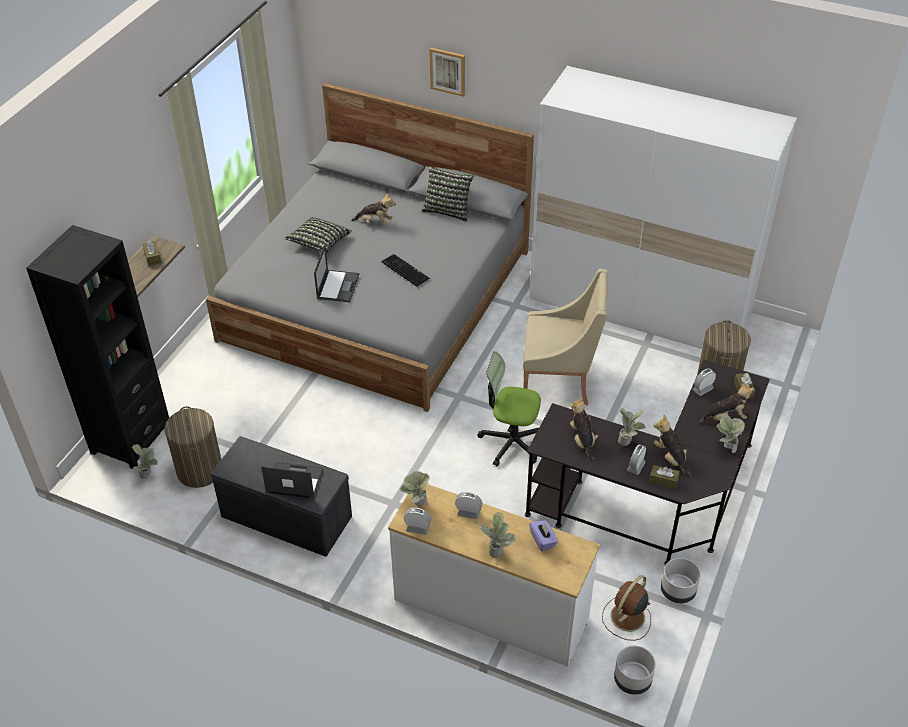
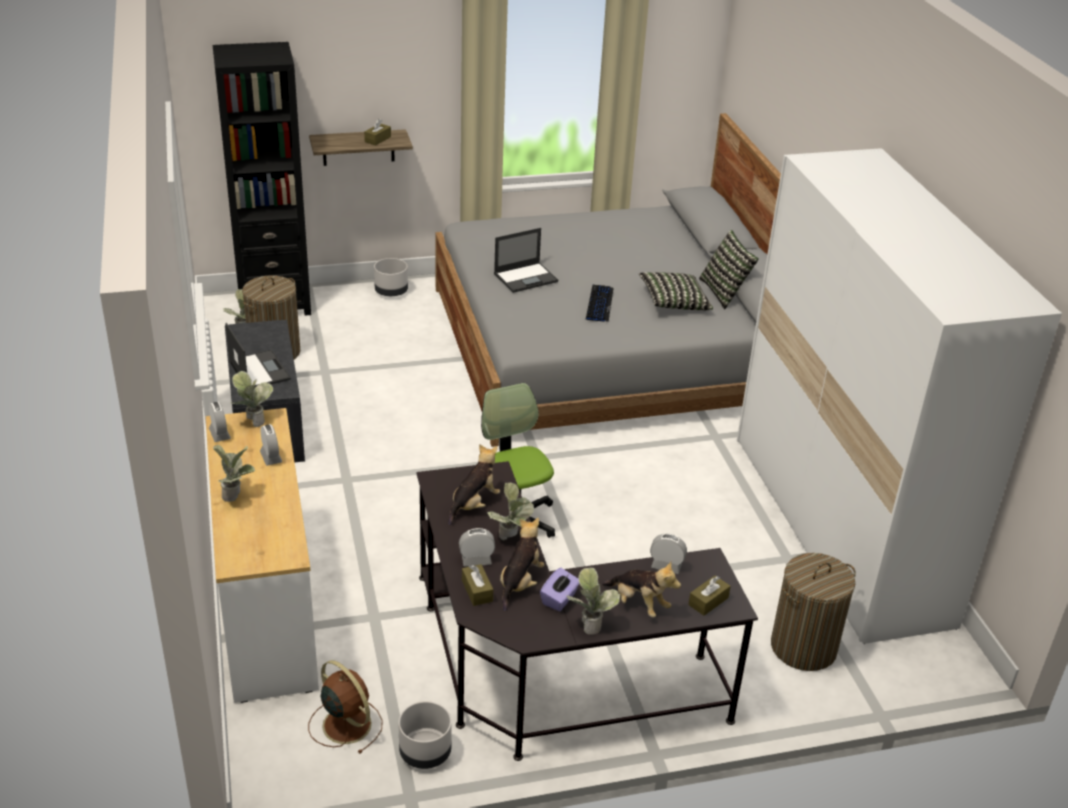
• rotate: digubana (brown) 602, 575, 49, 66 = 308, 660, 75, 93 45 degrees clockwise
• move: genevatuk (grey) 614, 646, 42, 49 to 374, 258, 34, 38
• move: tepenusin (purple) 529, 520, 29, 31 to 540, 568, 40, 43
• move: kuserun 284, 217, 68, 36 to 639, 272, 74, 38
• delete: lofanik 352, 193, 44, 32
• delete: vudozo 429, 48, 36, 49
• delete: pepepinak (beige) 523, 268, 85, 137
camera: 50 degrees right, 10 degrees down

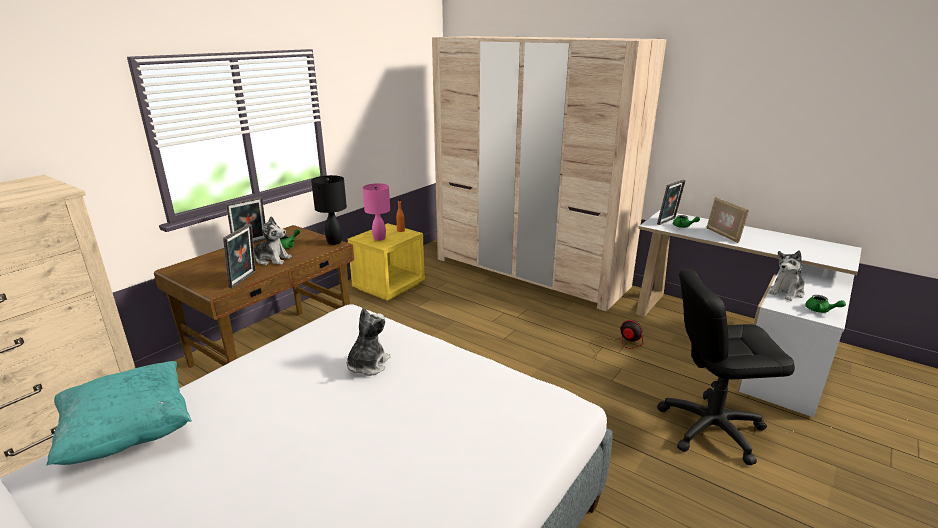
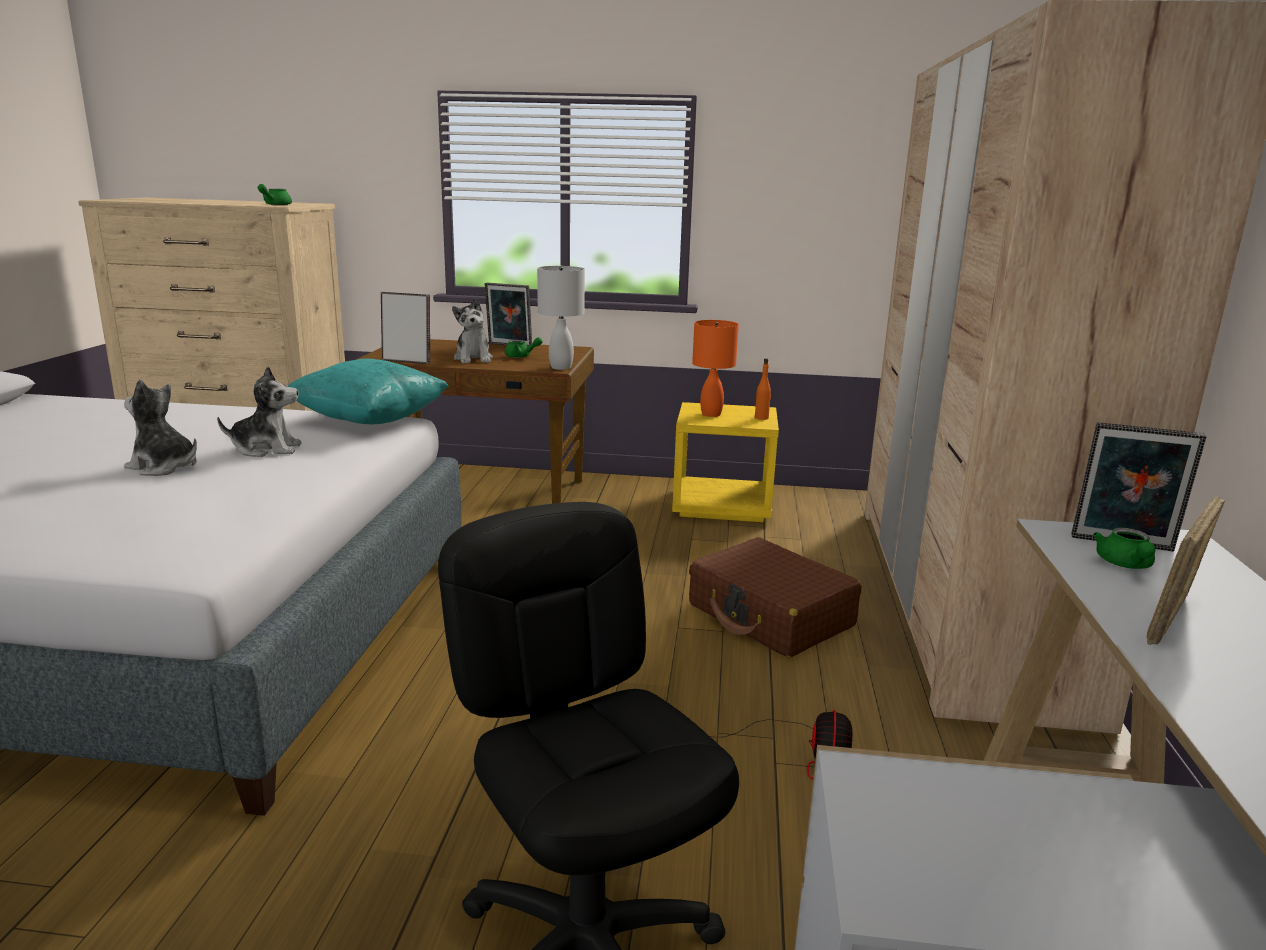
• move: lofanik 769, 250, 36, 51 to 124, 379, 73, 97
• move: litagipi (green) 805, 295, 41, 18 to 258, 184, 34, 21
• move: kuserun (turquoise) 46, 361, 146, 104 to 288, 359, 161, 65
• rotate: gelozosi 223, 224, 33, 65 = 381, 292, 49, 72 150 degrees counterclockwise
• recolor: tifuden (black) 311, 175, 36, 70 to tifuden (white) 537, 266, 48, 104
• insert: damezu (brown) 689, 537, 173, 121
• recolor: tifuden (pink) 362, 183, 28, 58 to tifuden (orange) 692, 320, 47, 97
camera: 60 degrees right, 5 degrees down

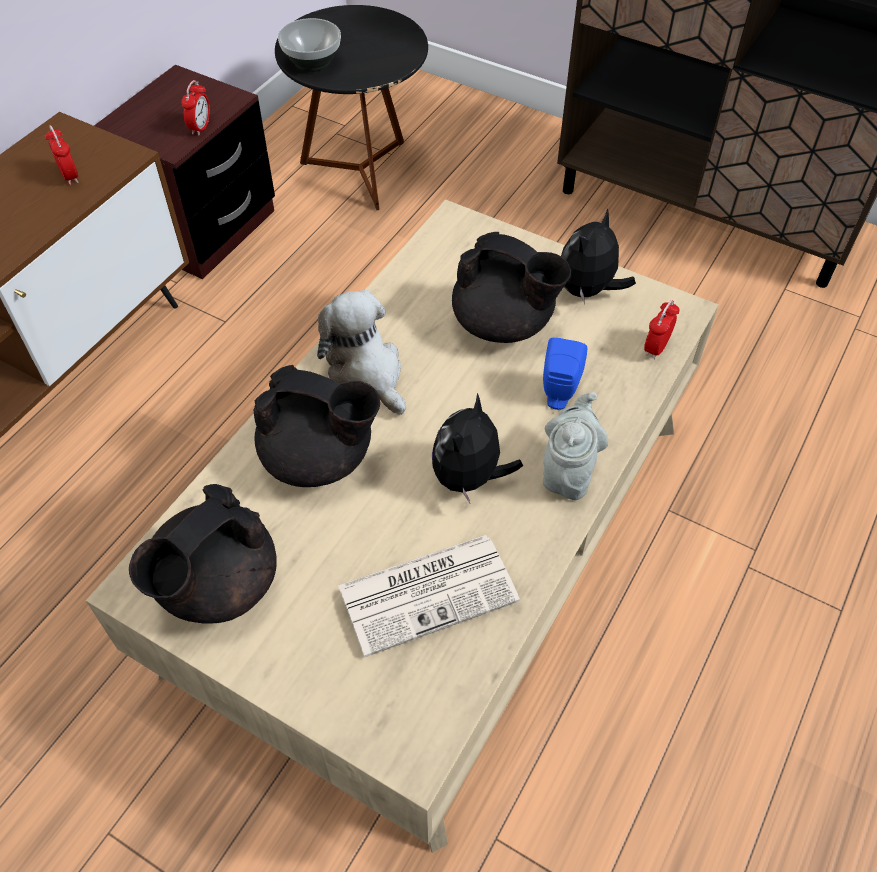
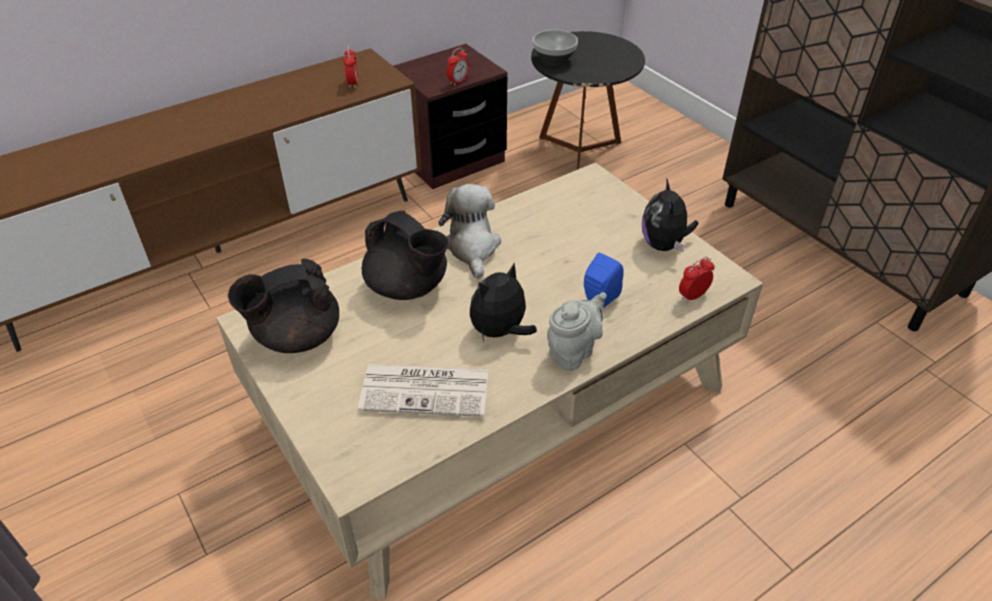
• rotate: lofanik 561, 208, 75, 94 = 642, 178, 56, 74 60 degrees counterclockwise
• delete: litagipi (black) 452, 232, 119, 111
camera: 25 degrees right, 10 degrees down

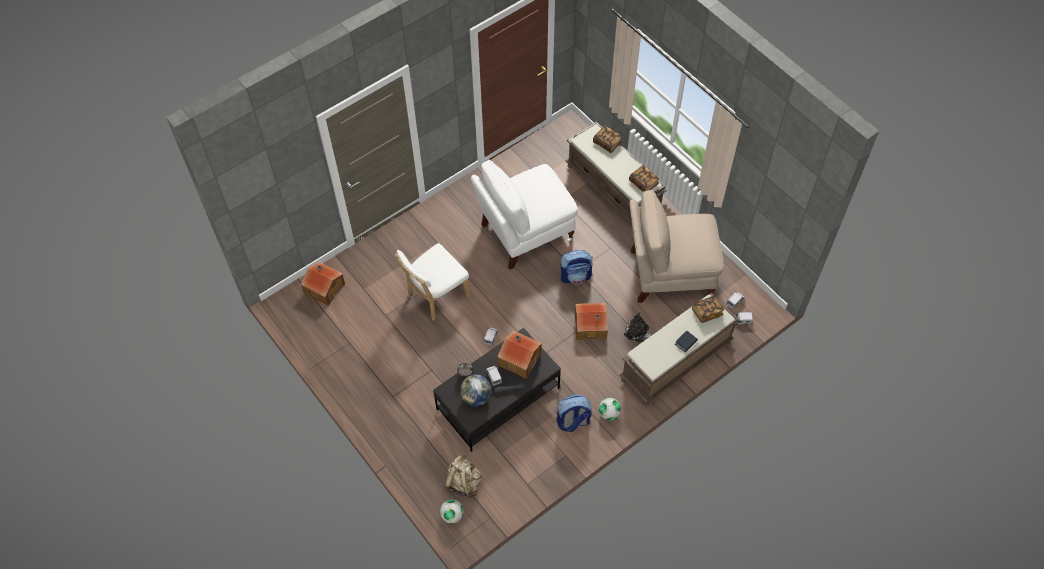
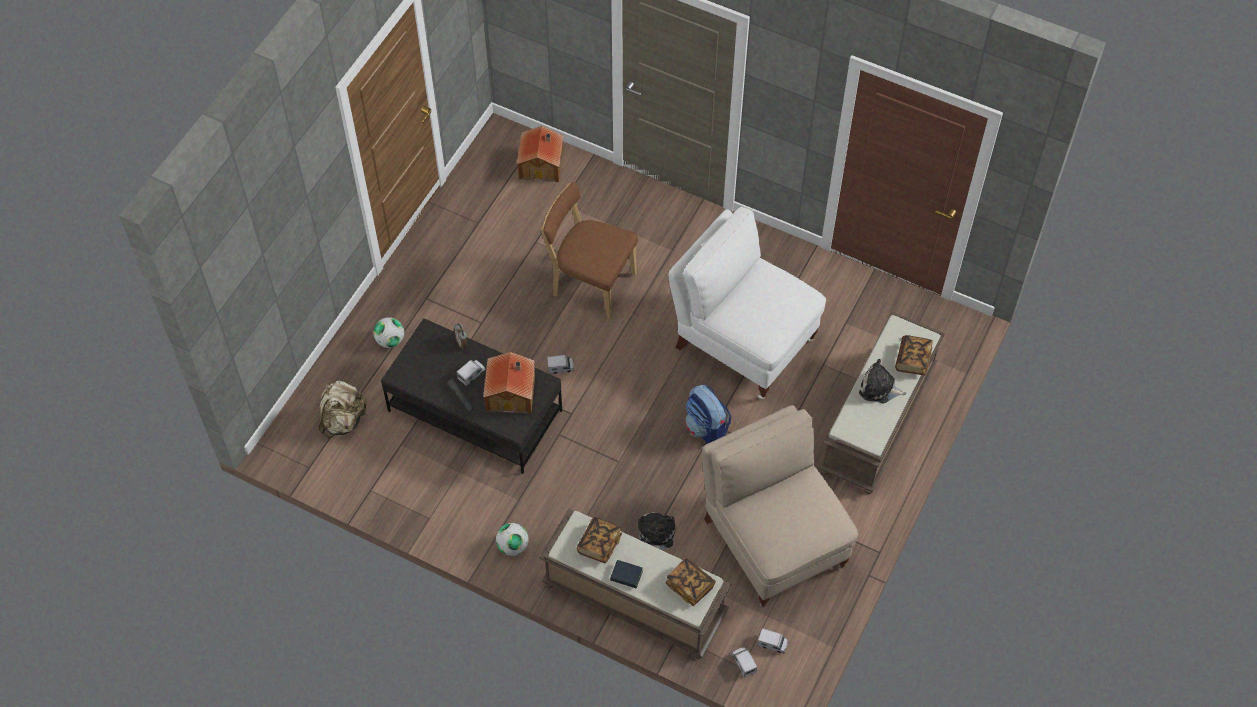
• move: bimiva 440, 499, 24, 25 to 374, 317, 30, 31
• recolor: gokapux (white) 395, 243, 75, 78 to gokapux (brown) 540, 182, 98, 137
• move: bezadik 629, 165, 30, 27 to 577, 517, 45, 46
• insert: lofanik 859, 359, 47, 45
• delete: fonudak 460, 375, 32, 32
• delete: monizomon 556, 395, 36, 37
• delete: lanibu 575, 303, 33, 37
camera: 65 degrees right, 0 degrees up

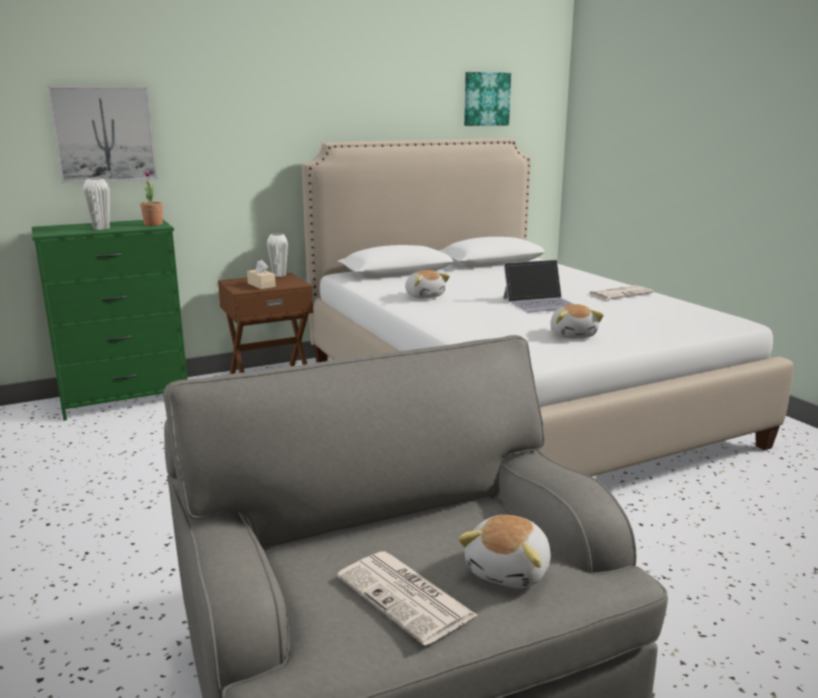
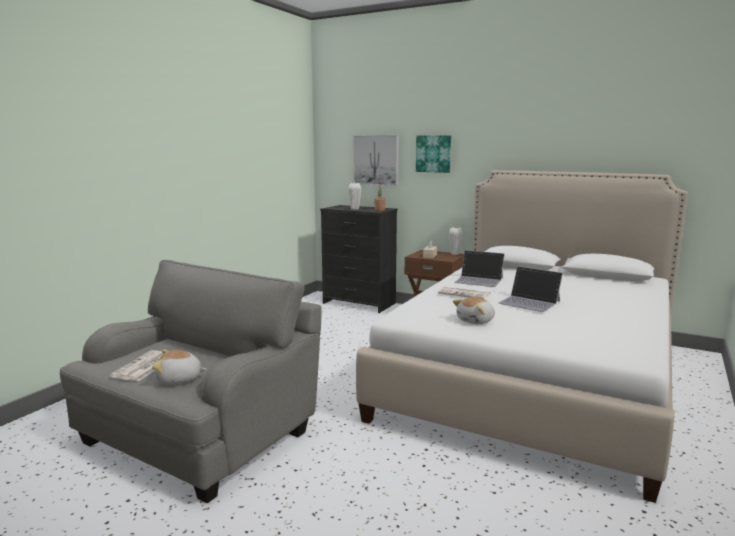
• recolor: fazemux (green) 32, 220, 156, 201 to fazemux (black) 320, 205, 78, 108
• move: vudozo 464, 72, 47, 54 to 416, 135, 35, 38
• move: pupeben 589, 285, 64, 15 to 438, 286, 52, 13
• replace: lofanik 405, 270, 45, 28 to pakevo 454, 250, 50, 37
camera: 55 degrees right, 5 degrees down

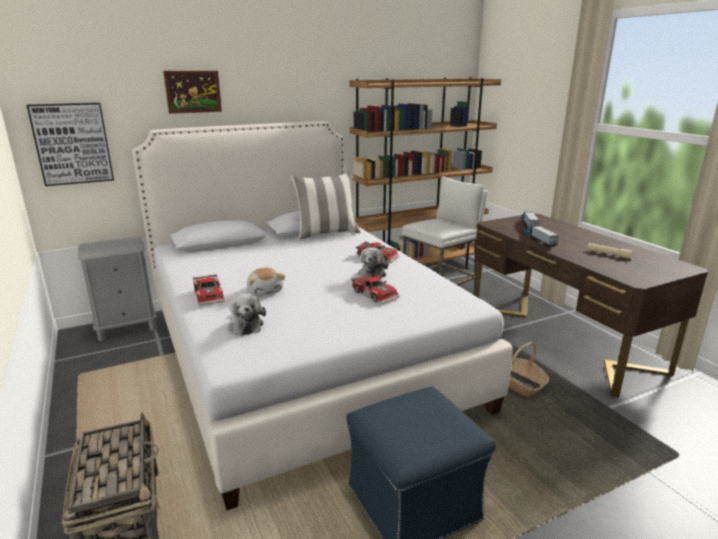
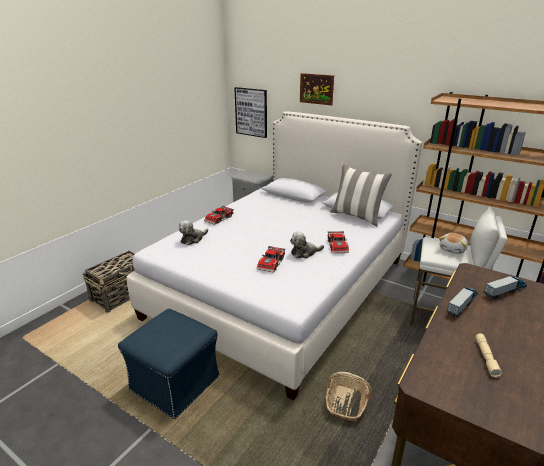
• move: lofanik 247, 268, 38, 28 to 439, 233, 29, 21
camera: 60 degrees right, 5 degrees up

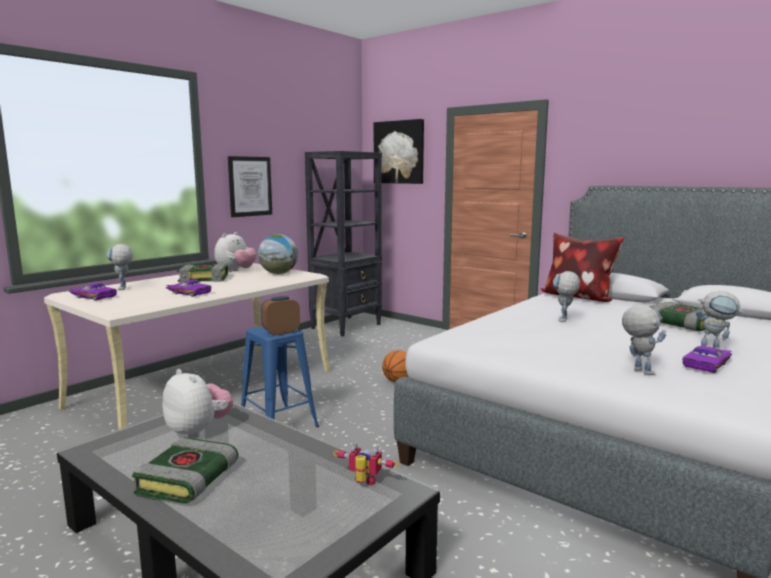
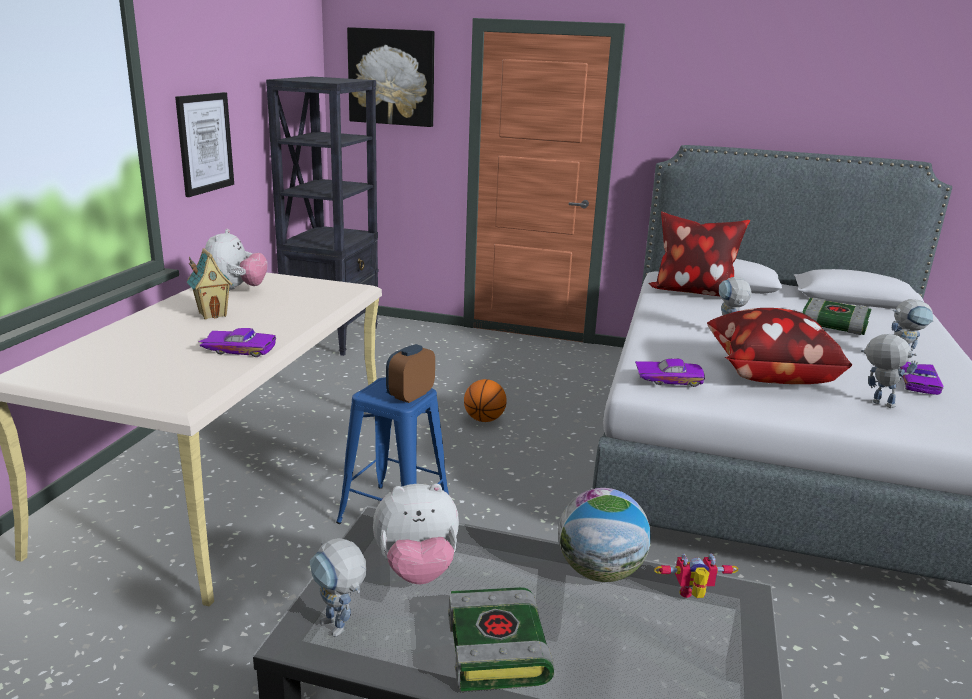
• replace: bezadik 177, 264, 51, 18 to lanibu 187, 248, 46, 71
• move: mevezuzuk 107, 244, 26, 46 to 309, 538, 57, 99
• rotate: lofanik 162, 369, 71, 70 = 373, 484, 86, 100 150 degrees clockwise
• move: fonudak 258, 234, 40, 40 to 558, 488, 93, 94
• move: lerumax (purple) 69, 283, 48, 18 to 635, 358, 70, 29
• insert: kuserun 707, 308, 145, 76
camera: 25 degrees left, 10 degrees up

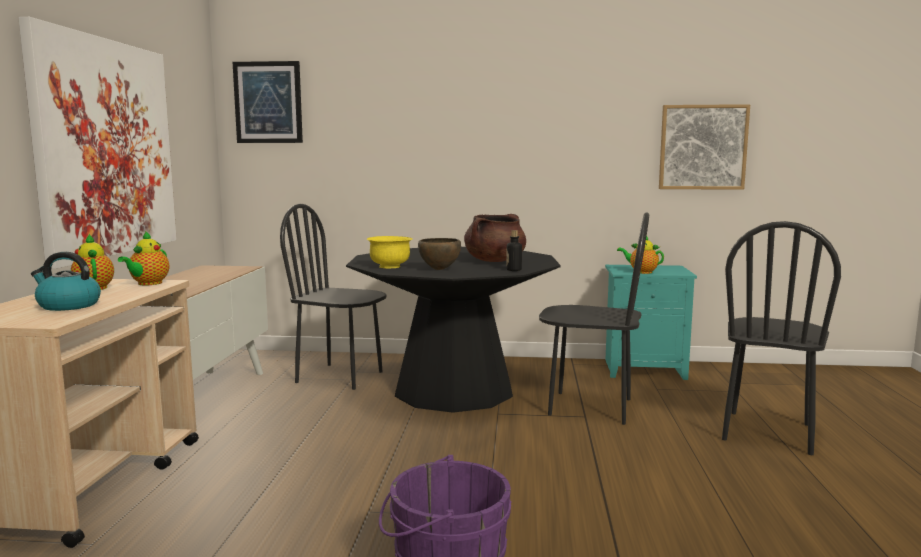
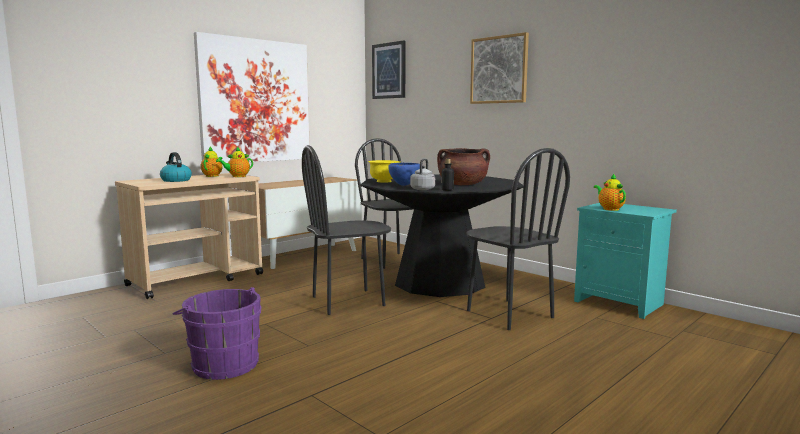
• move: gokapux (black) 722, 221, 119, 234 to 302, 145, 89, 170
• recolor: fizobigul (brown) 418, 238, 43, 32 to fizobigul (blue) 388, 163, 32, 23
• insert: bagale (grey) 410, 158, 25, 32
• move: vudozo 659, 104, 91, 86 to 470, 32, 59, 72
camera: 40 degrees right, 0 degrees up

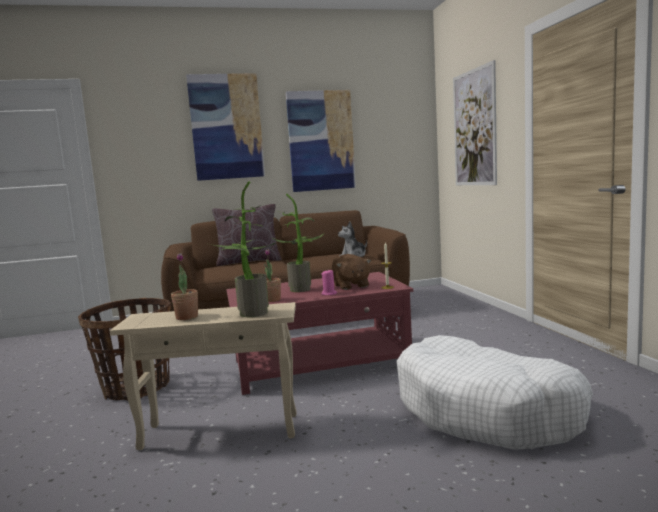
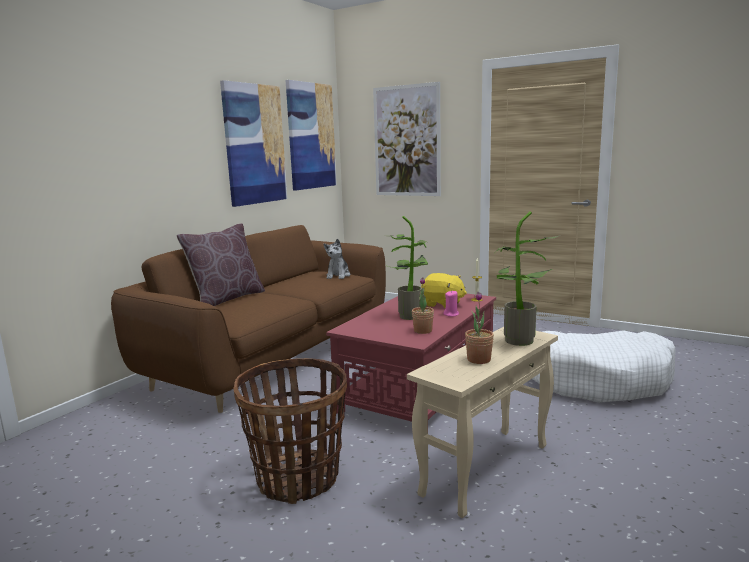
• move: vudozo 186, 73, 79, 108 to 286, 80, 51, 111
• recolor: lofanik (brown) 332, 254, 40, 36 to lofanik (yellow) 421, 273, 46, 35
camera: 45 degrees left, 5 degrees up

